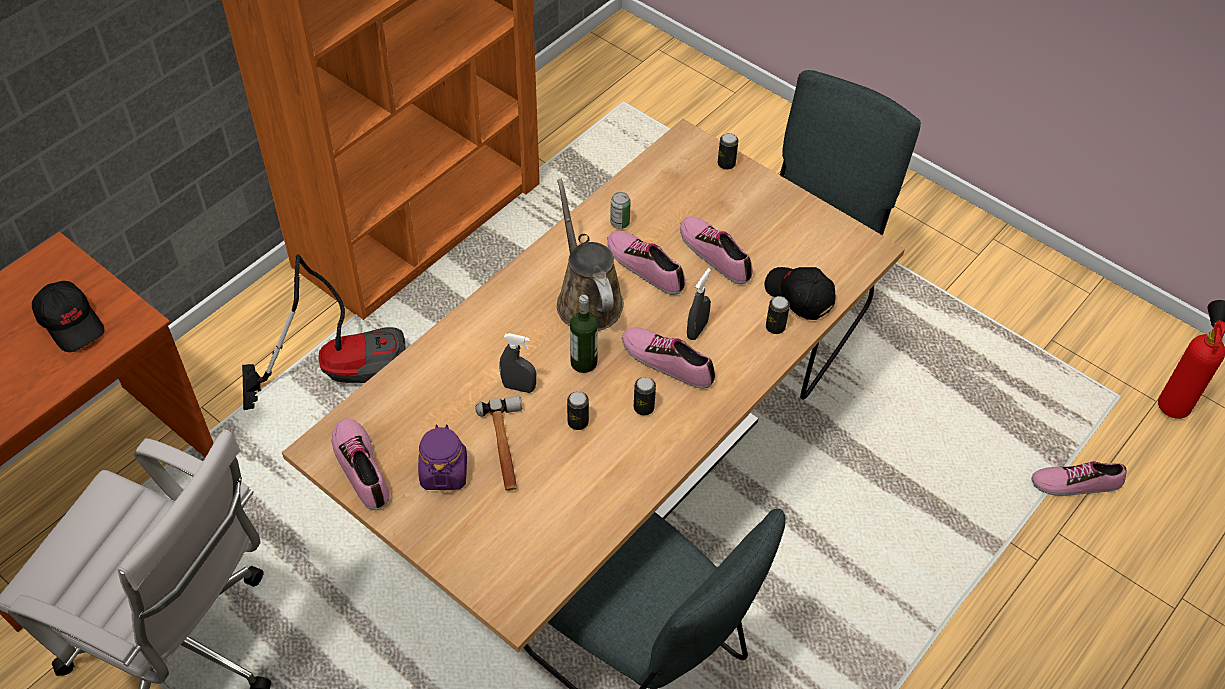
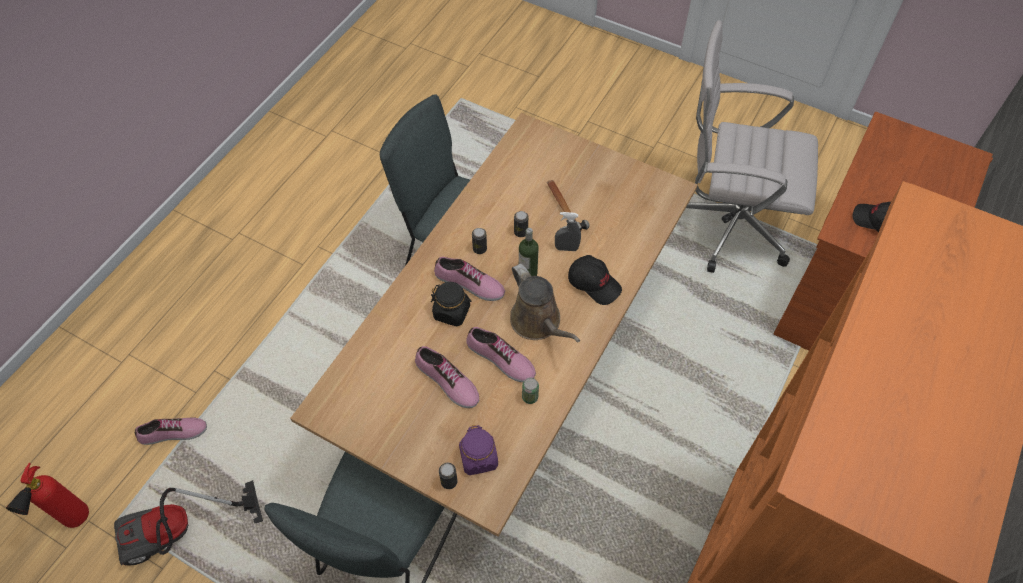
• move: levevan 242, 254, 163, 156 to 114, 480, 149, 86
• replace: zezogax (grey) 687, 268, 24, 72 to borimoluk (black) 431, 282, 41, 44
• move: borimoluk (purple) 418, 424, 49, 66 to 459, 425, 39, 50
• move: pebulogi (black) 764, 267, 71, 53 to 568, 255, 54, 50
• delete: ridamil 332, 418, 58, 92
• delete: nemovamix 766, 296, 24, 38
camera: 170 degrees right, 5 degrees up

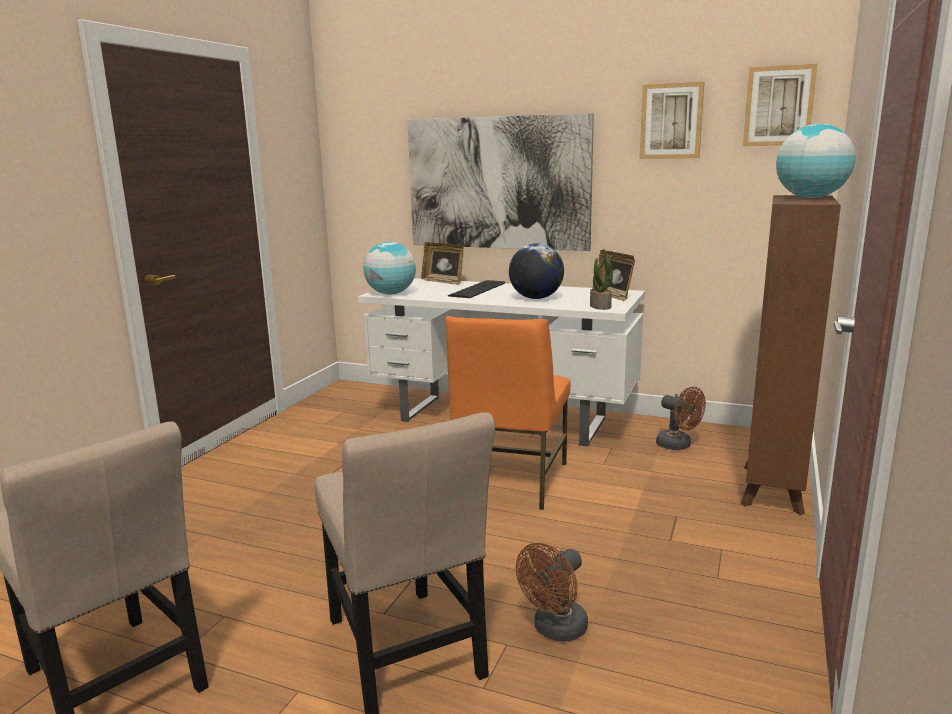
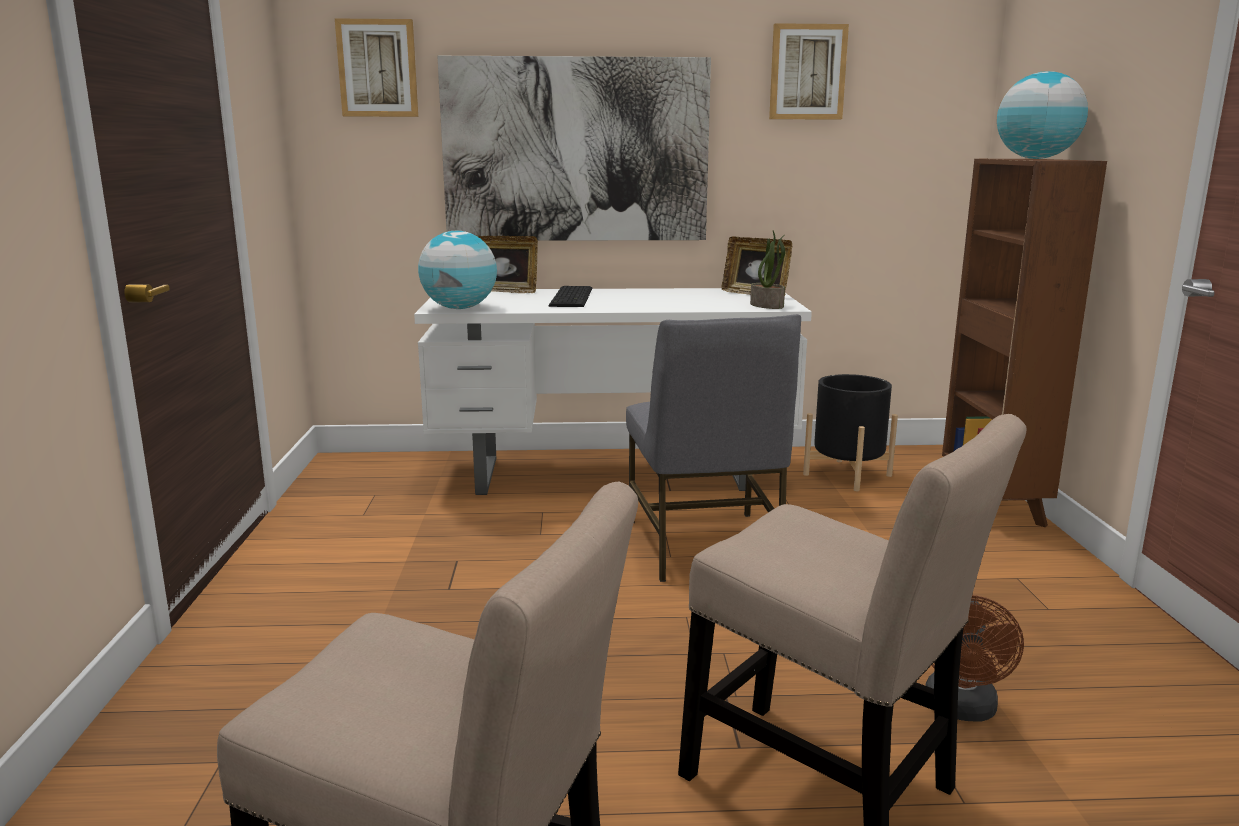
• move: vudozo 743, 64, 75, 82 to 335, 19, 83, 98
• recolor: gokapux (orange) 445, 316, 125, 194 to gokapux (grey) 626, 314, 175, 268
• replace: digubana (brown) 656, 387, 50, 63 to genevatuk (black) 803, 374, 95, 117
• delete: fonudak 509, 243, 55, 56
camera: 25 degrees left, 0 degrees up

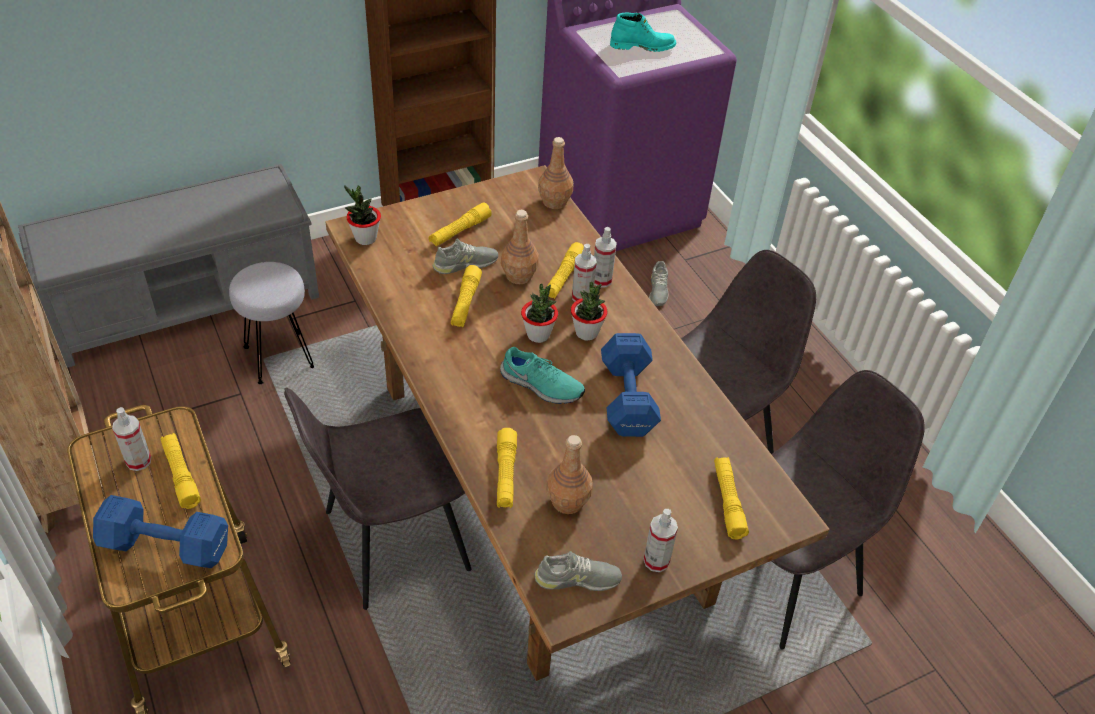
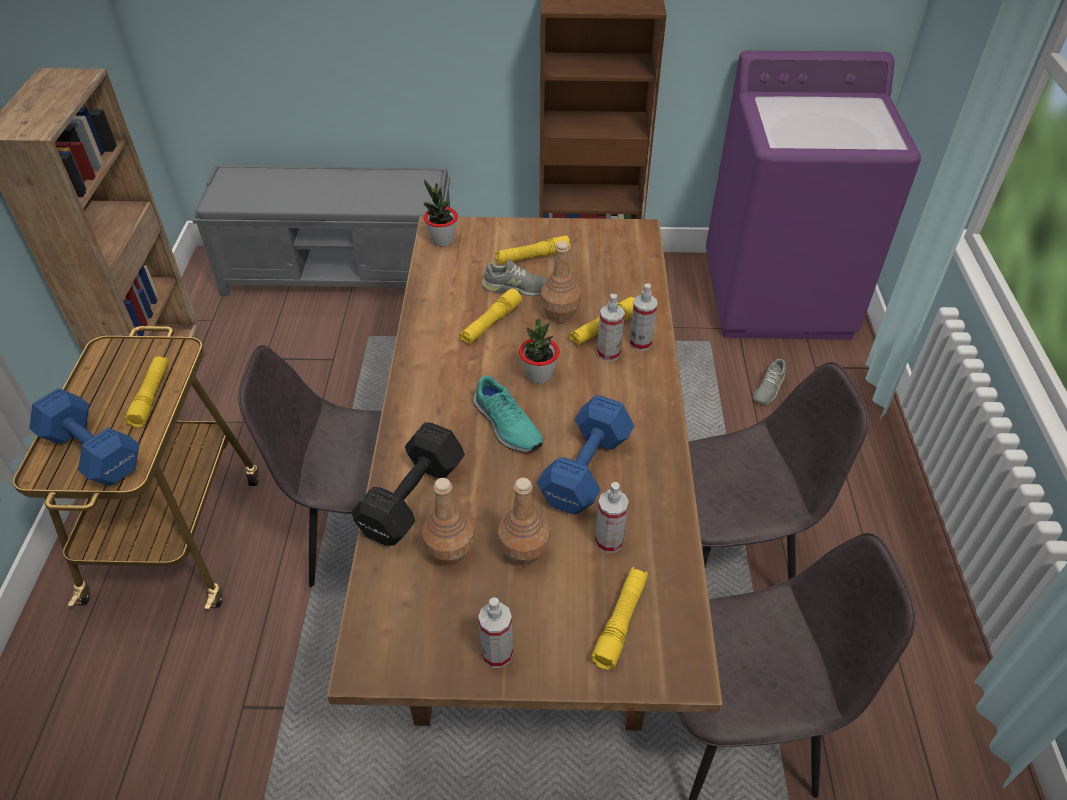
• replace: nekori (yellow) 497, 428, 20, 80 to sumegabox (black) 352, 422, 113, 124
• move: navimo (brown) 538, 137, 35, 72 to 498, 478, 52, 88
• move: zezogax 112, 407, 39, 64 to 595, 482, 34, 71
• delete: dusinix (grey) 229, 262, 85, 122
• delete: ridamil (grey) 534, 551, 88, 40
• delete: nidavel 571, 282, 37, 59
• delete: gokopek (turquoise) 610, 13, 66, 39
camera: 30 degrees right, 0 degrees up

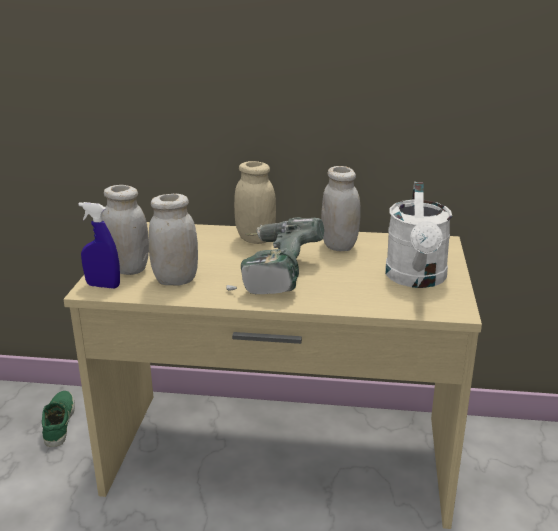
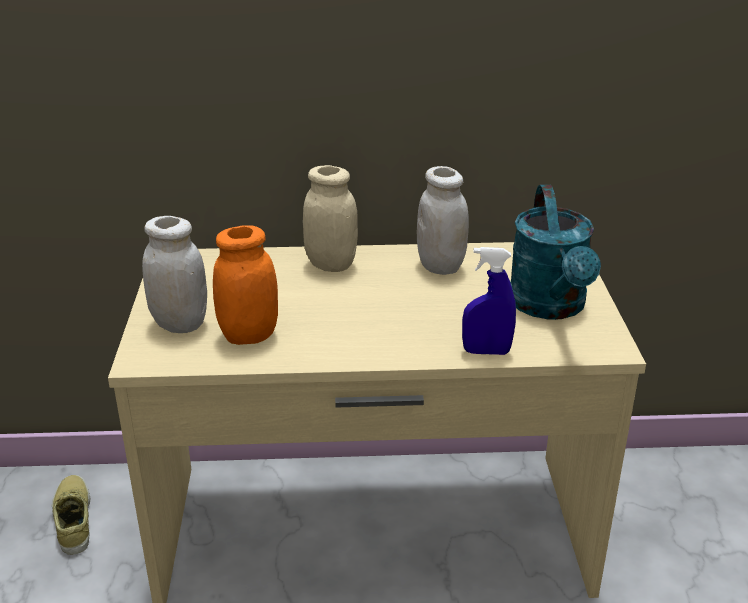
• recolor: ridamil (green) 42, 391, 33, 56 to ridamil (beige) 52, 475, 38, 80
• recolor: borimoluk (white) 149, 194, 49, 92 to borimoluk (orange) 213, 225, 65, 120
• move: zezogax (blue) 78, 202, 42, 87 to 462, 247, 54, 108
• recolor: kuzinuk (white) 385, 182, 67, 106 to kuzinuk (turquoise) 510, 185, 91, 135
• delete: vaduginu 226, 217, 98, 77
camera: 10 degrees left, 5 degrees up

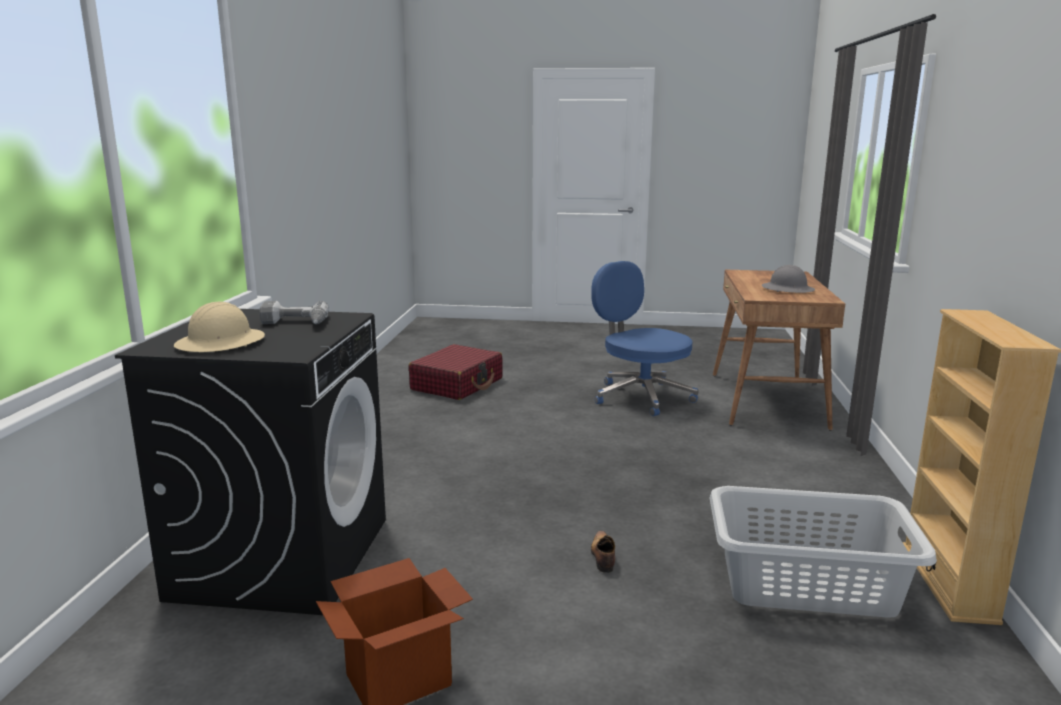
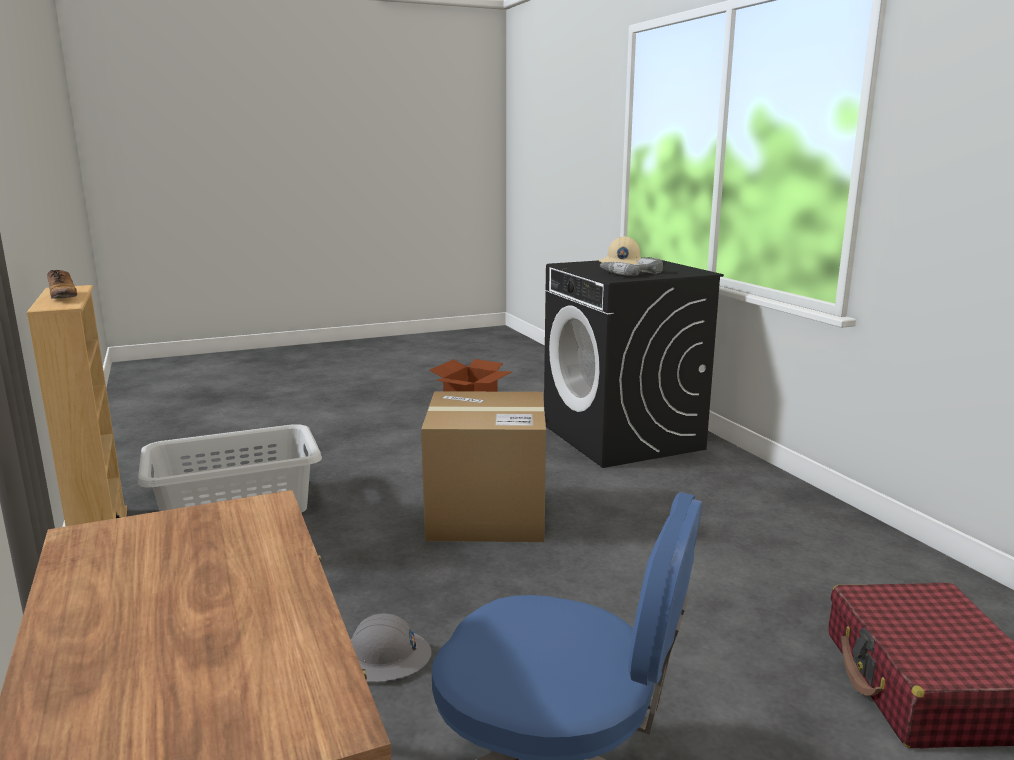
• move: ridamil 591, 531, 24, 42 to 47, 270, 30, 29
• move: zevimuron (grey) 762, 265, 53, 28 to 350, 613, 81, 69
• insert: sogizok 421, 391, 125, 151
camera: 150 degrees right, 0 degrees up

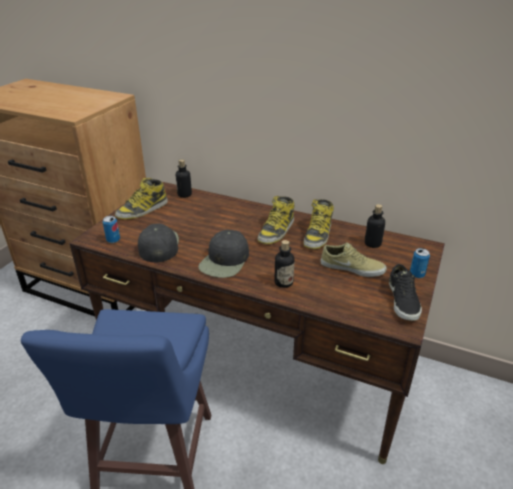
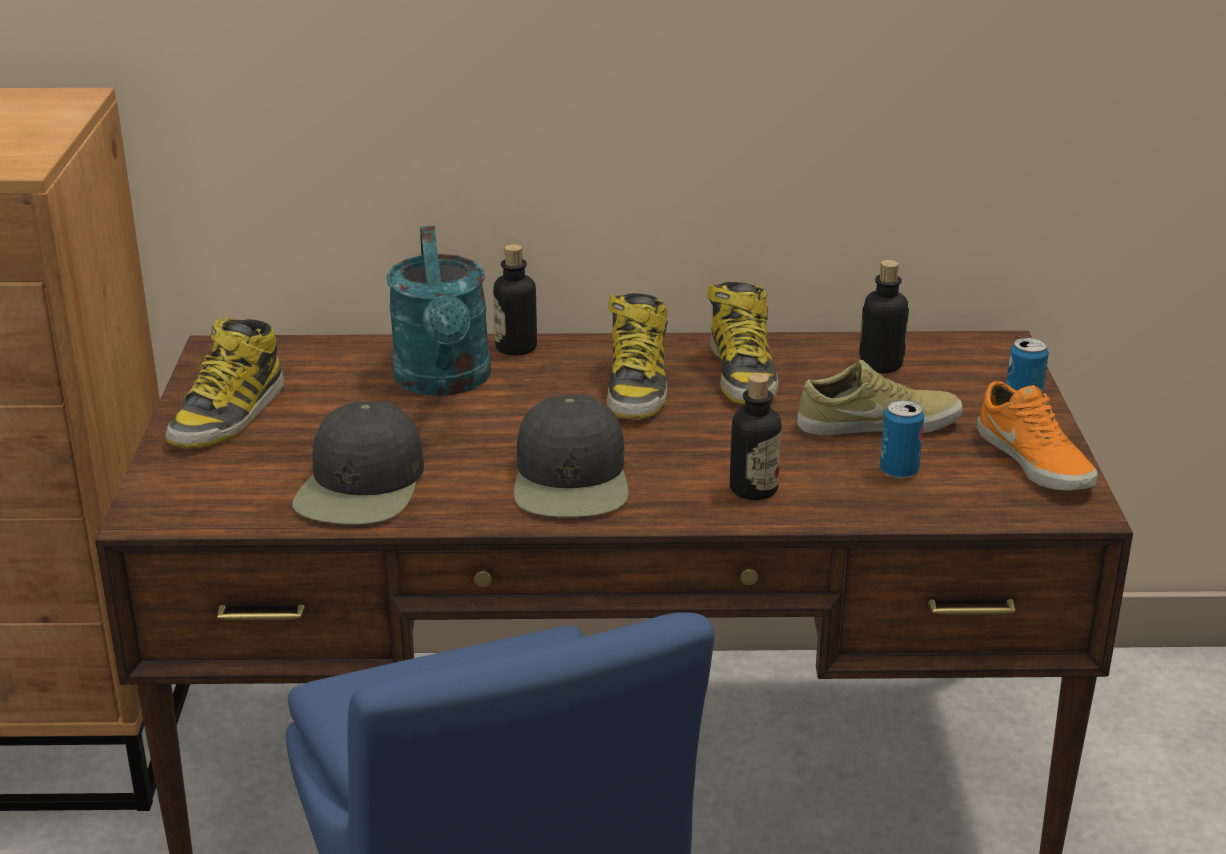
• rotate: pebulogi (black) 138, 224, 41, 38 = 292, 401, 132, 124 135 degrees counterclockwise
• insert: kuzinuk (turquoise) 387, 226, 104, 170
• move: navimo 176, 159, 16, 39 to 493, 244, 44, 111
• move: nemovamix 103, 216, 17, 27 to 880, 400, 44, 79
• recolor: ridamil (black) 389, 264, 33, 57 to ridamil (orange) 977, 382, 121, 108
camera: 25 degrees left, 5 degrees down

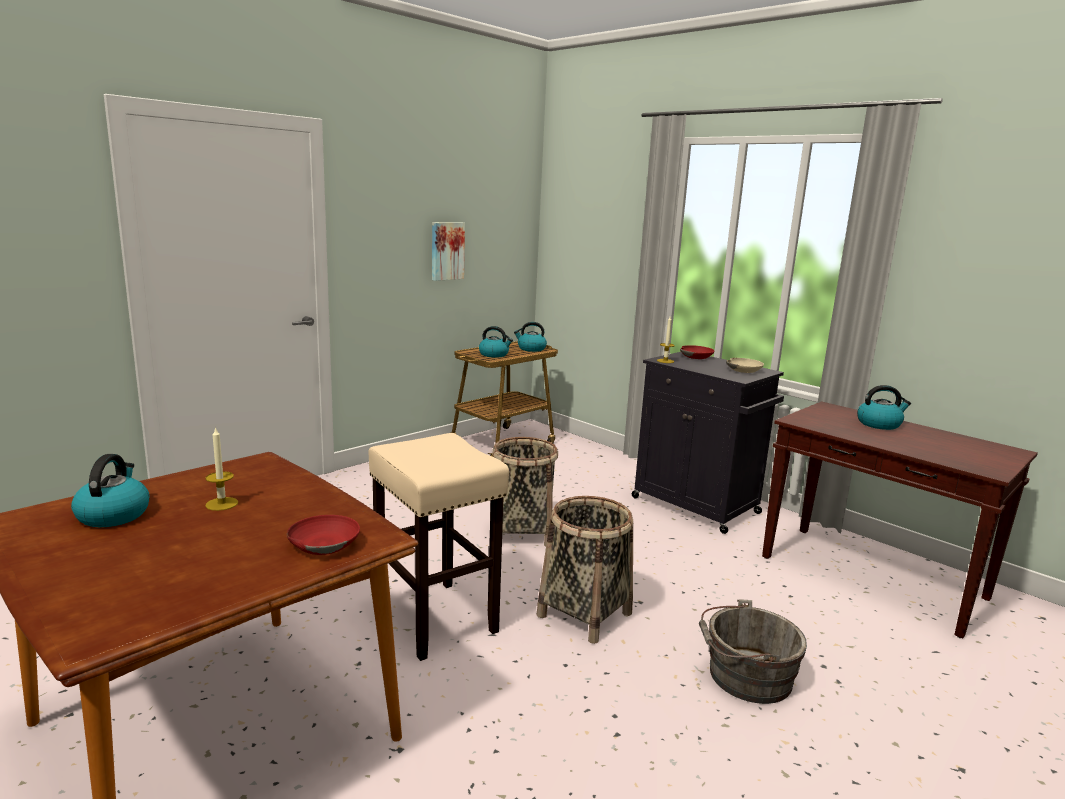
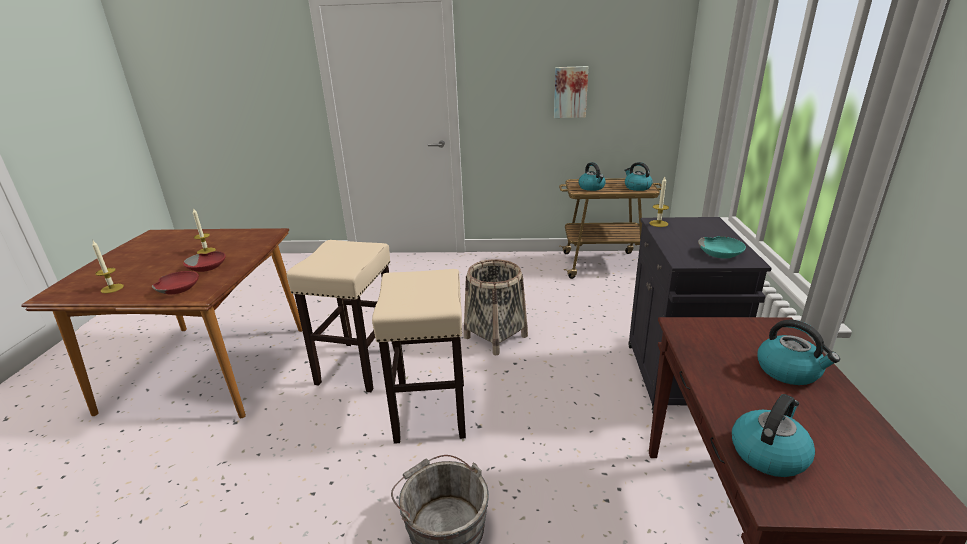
• insert: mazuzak 92, 241, 32, 52
• move: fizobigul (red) 680, 345, 34, 14 to 183, 251, 43, 21
• replace: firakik 537, 496, 96, 148 to dusinix (beige) 372, 269, 94, 175
• recolor: fizobigul (beige) 726, 358, 38, 15 to fizobigul (turquoise) 698, 236, 48, 22
• move: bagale 71, 454, 78, 73 to 732, 394, 83, 83
camera: 50 degrees right, 10 degrees up

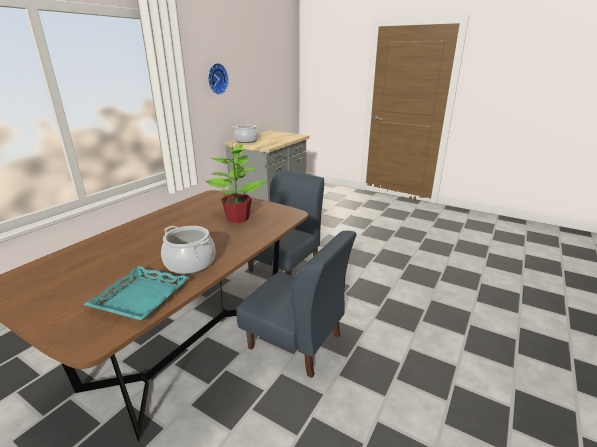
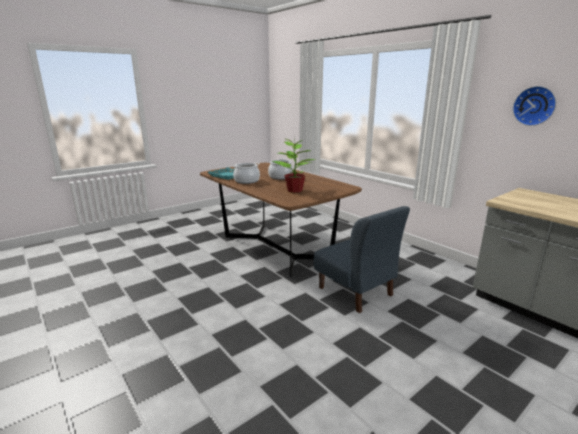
• move: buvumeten 233, 125, 26, 18 to 268, 159, 26, 21
• delete: gokapux (blue) 236, 231, 120, 147
camera: 110 degrees right, 5 degrees down

